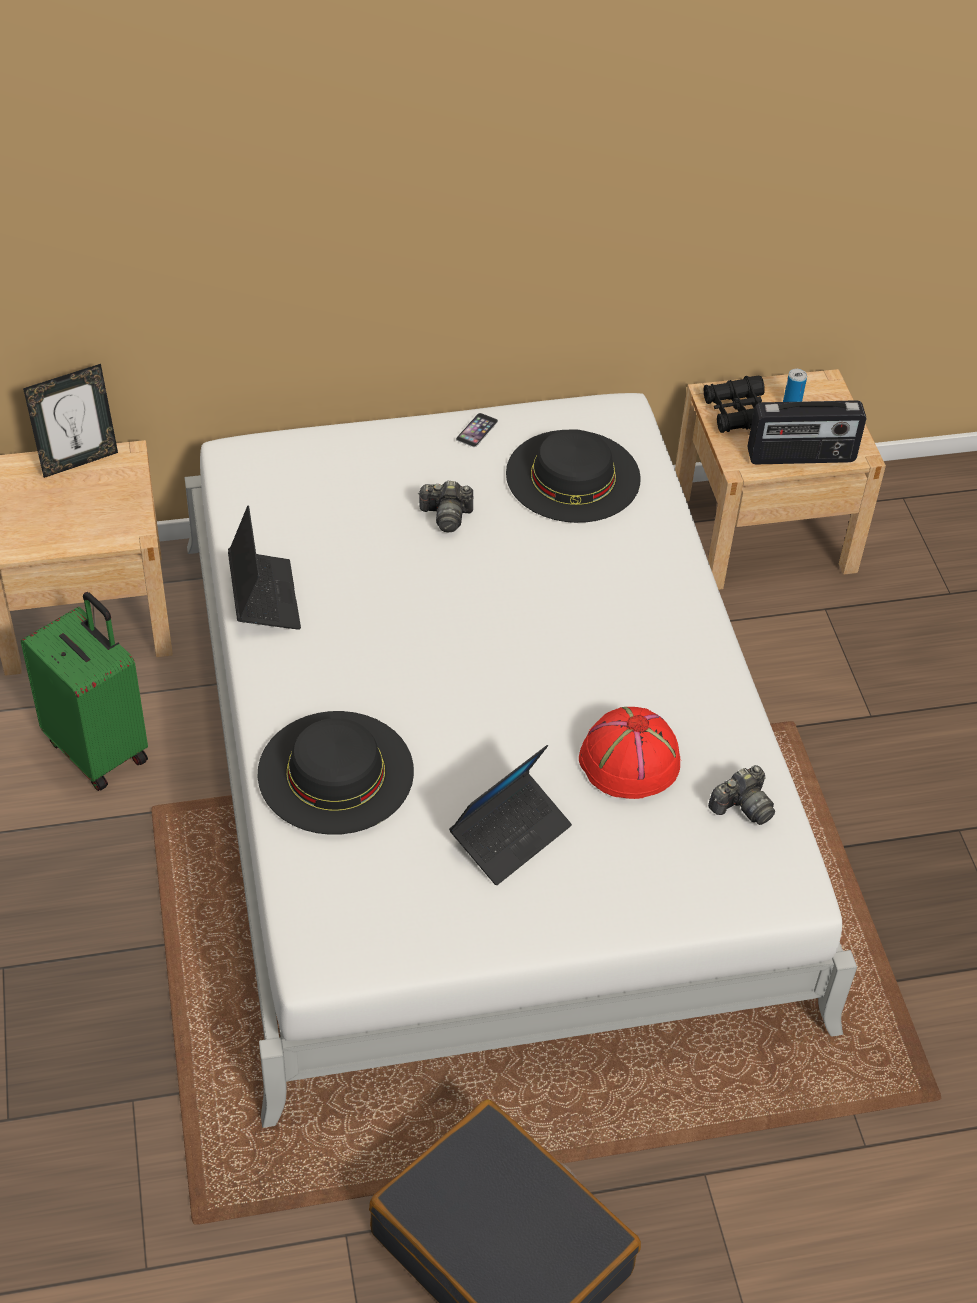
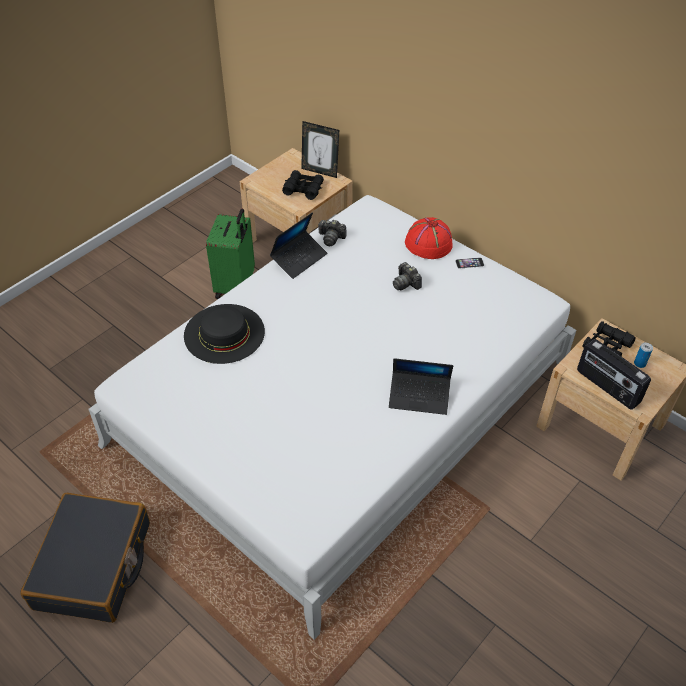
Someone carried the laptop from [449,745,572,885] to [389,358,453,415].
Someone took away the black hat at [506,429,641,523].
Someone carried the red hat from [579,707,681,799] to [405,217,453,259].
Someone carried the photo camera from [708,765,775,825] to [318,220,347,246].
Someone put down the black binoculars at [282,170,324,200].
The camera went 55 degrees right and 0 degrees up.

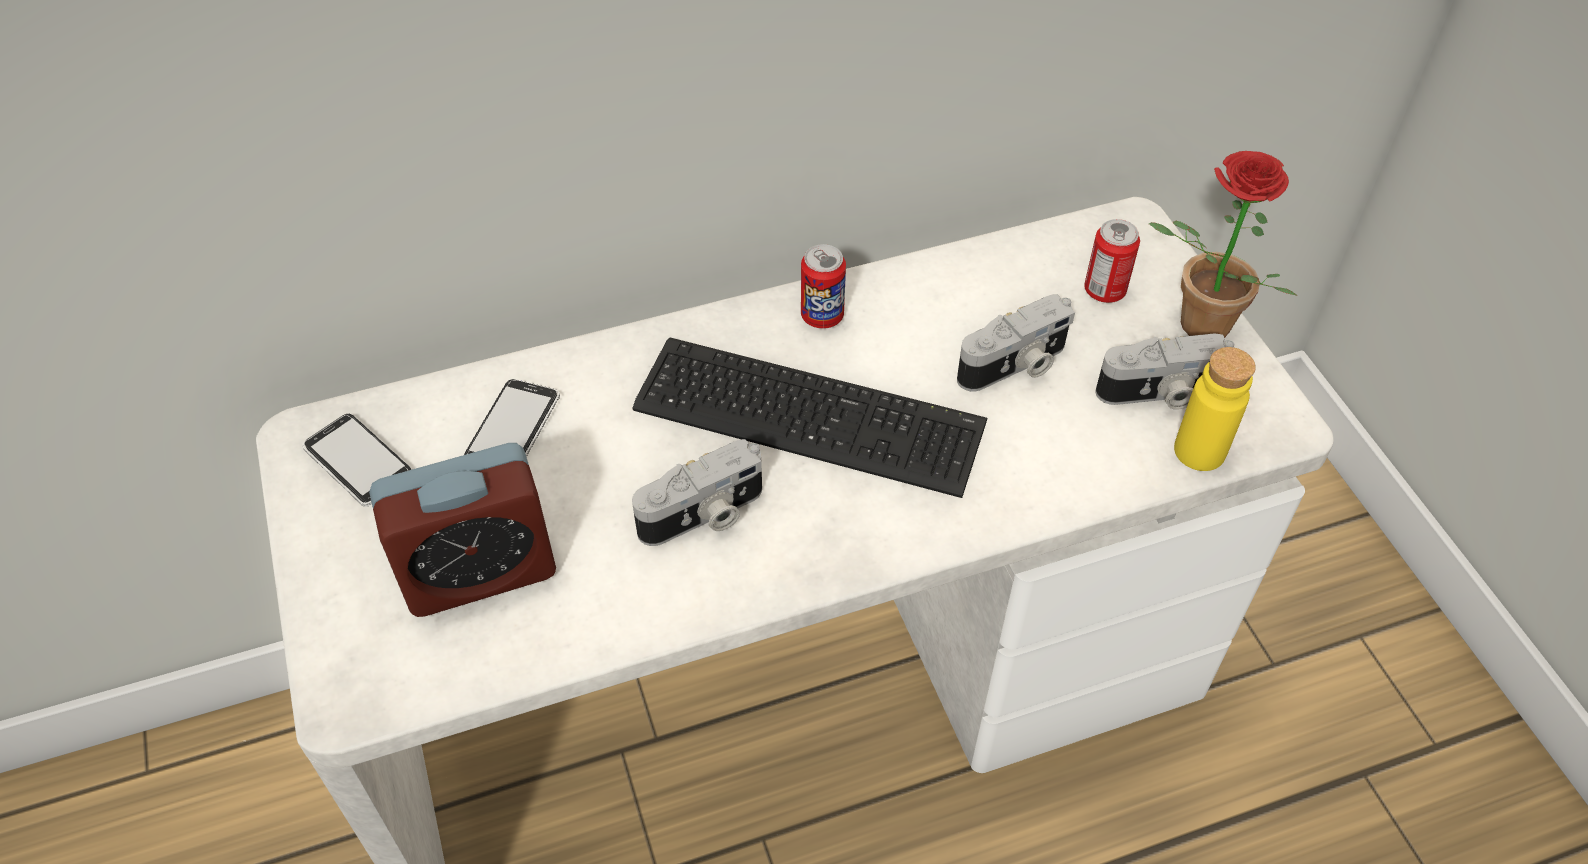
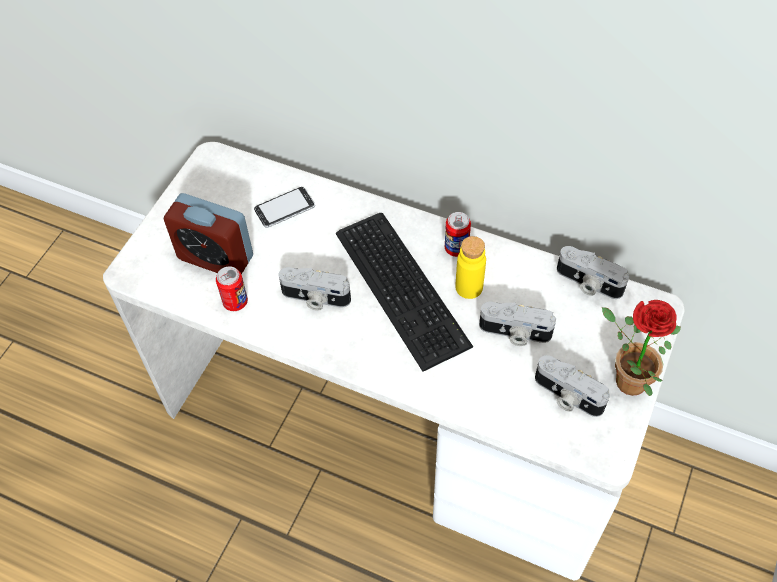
Someone took away the phone at [302,414,411,507].
Someone carried the can from [1084,219,1140,303] to [216,266,248,311].
Someone carried the yellow bottle from [1174,347,1256,471] to [455,236,486,299].
Someone put down the photo camera at [557,246,629,299].
The camera went 45 degrees right and 5 degrees up.

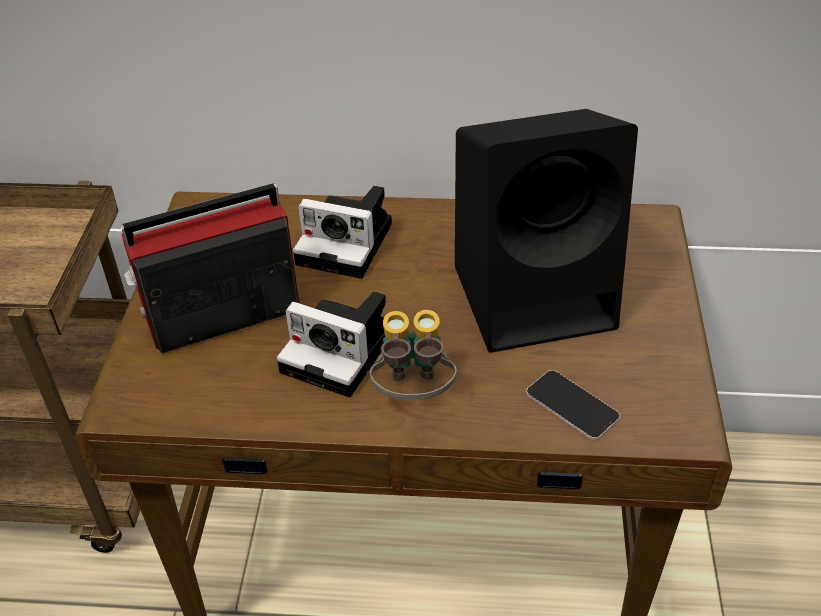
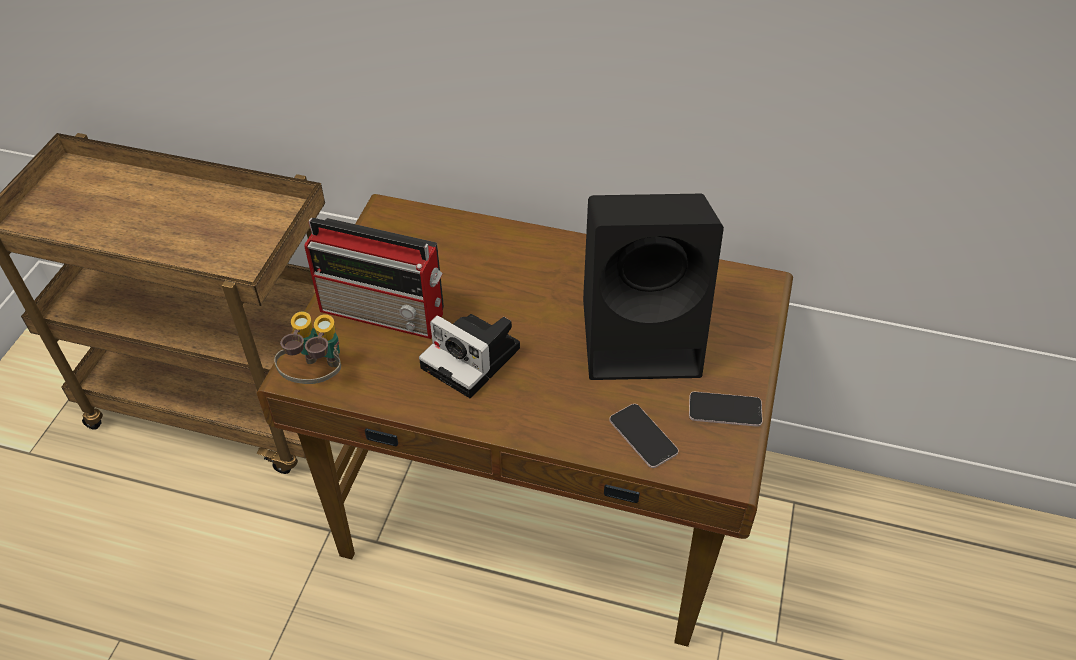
Someone rotated the radio at [120,183,299,354] by 150 degrees counterclockwise.
Someone took away the photo camera at [293,186,392,279].
Someone carried the binoculars from [370,310,457,401] to [274,311,341,384].
Someone put down the phone at [689,392,763,427].
The camera went 10 degrees right and 5 degrees up.

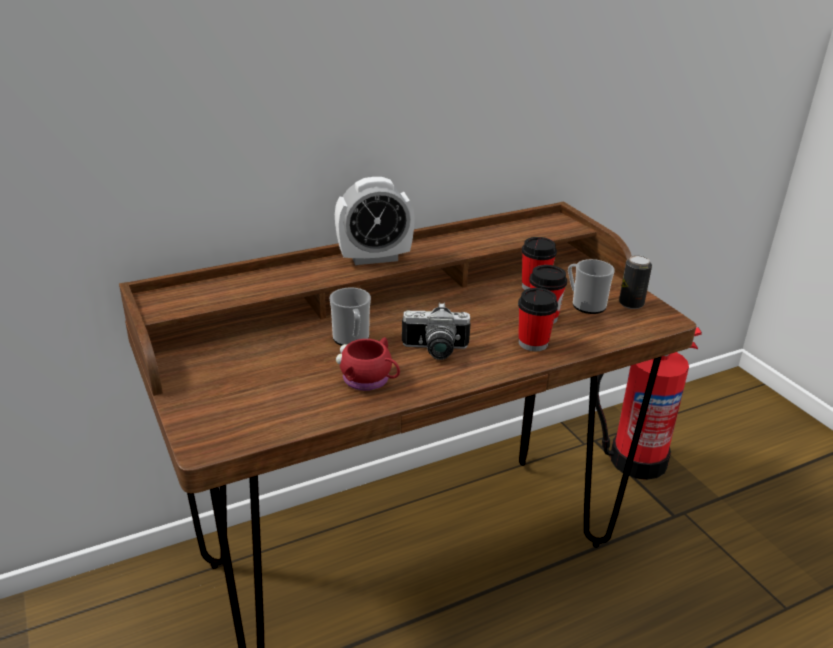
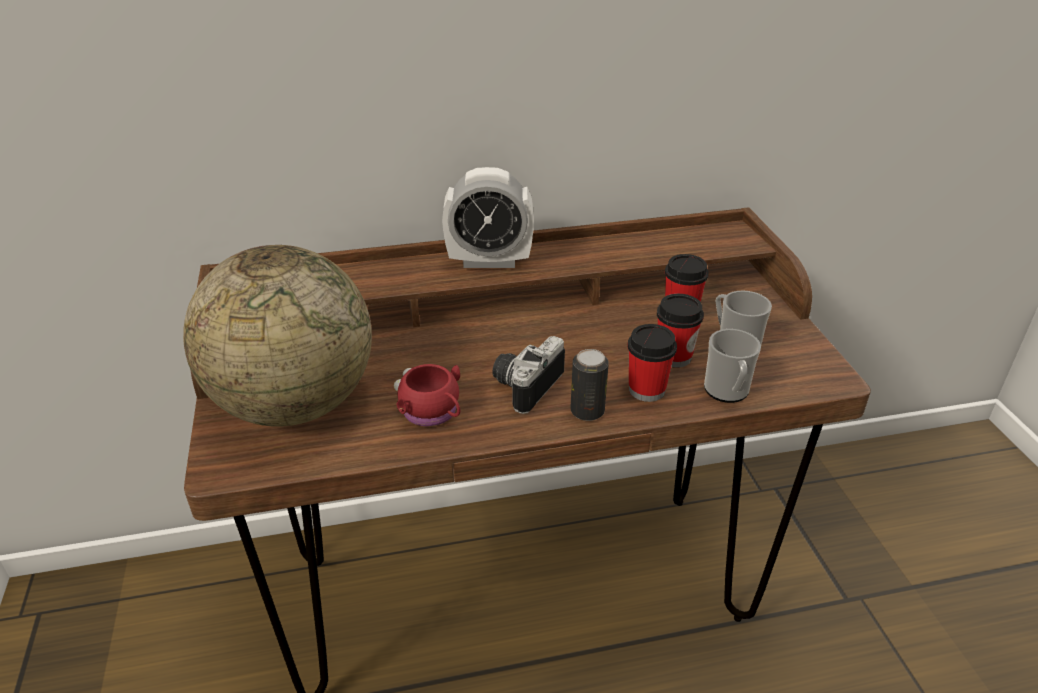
Someone carried the mug from [329,287,371,346] to [704,329,761,403].
Someone rotated the photo camera at [402,302,471,360] by 105 degrees clockwise.
Someone took away the fire extinguisher at [595,327,702,480].
Someone carried the can from [619,255,652,309] to [570,349,609,421].
Someone put down the globe at [183,245,372,427].
The camera went 15 degrees right and 5 degrees up.

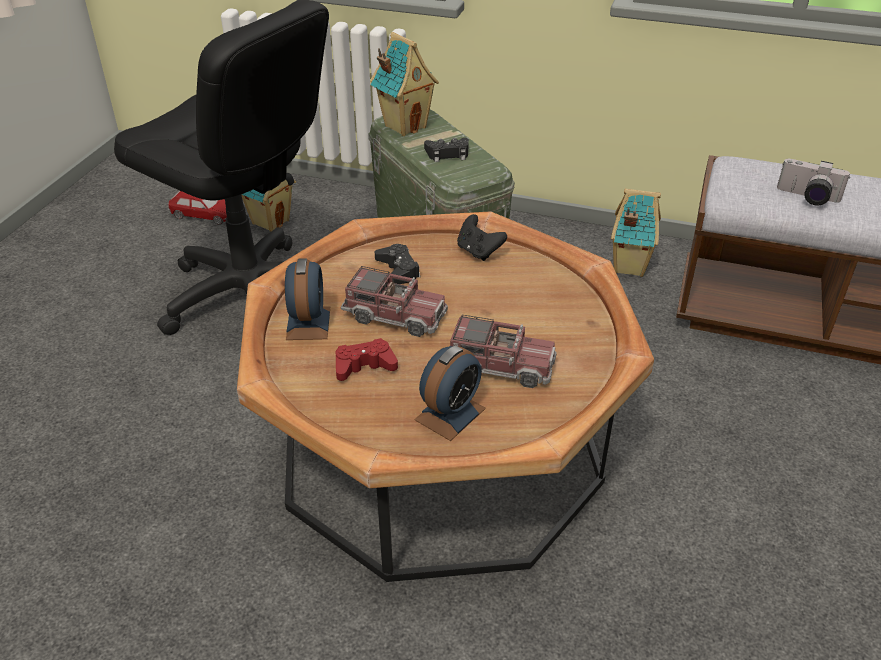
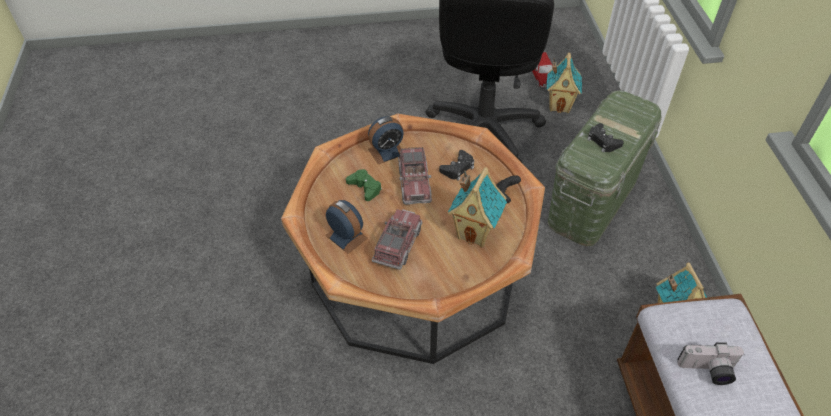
Someone repainted the red game controller at [335,338,398,381], which became the green game controller at [346,169,382,201].
Someone carried the toy house from [370,32,439,136] to [448,167,507,247].
Someone rotated the alarm clock at [414,345,486,441] by 150 degrees counterclockwise.
Someone rotated the toy truck at [450,315,557,388] by 150 degrees counterclockwise.
Someone rotated the photo camera at [777,159,850,206] by 90 degrees counterclockwise.
The camera went 65 degrees right and 10 degrees up.

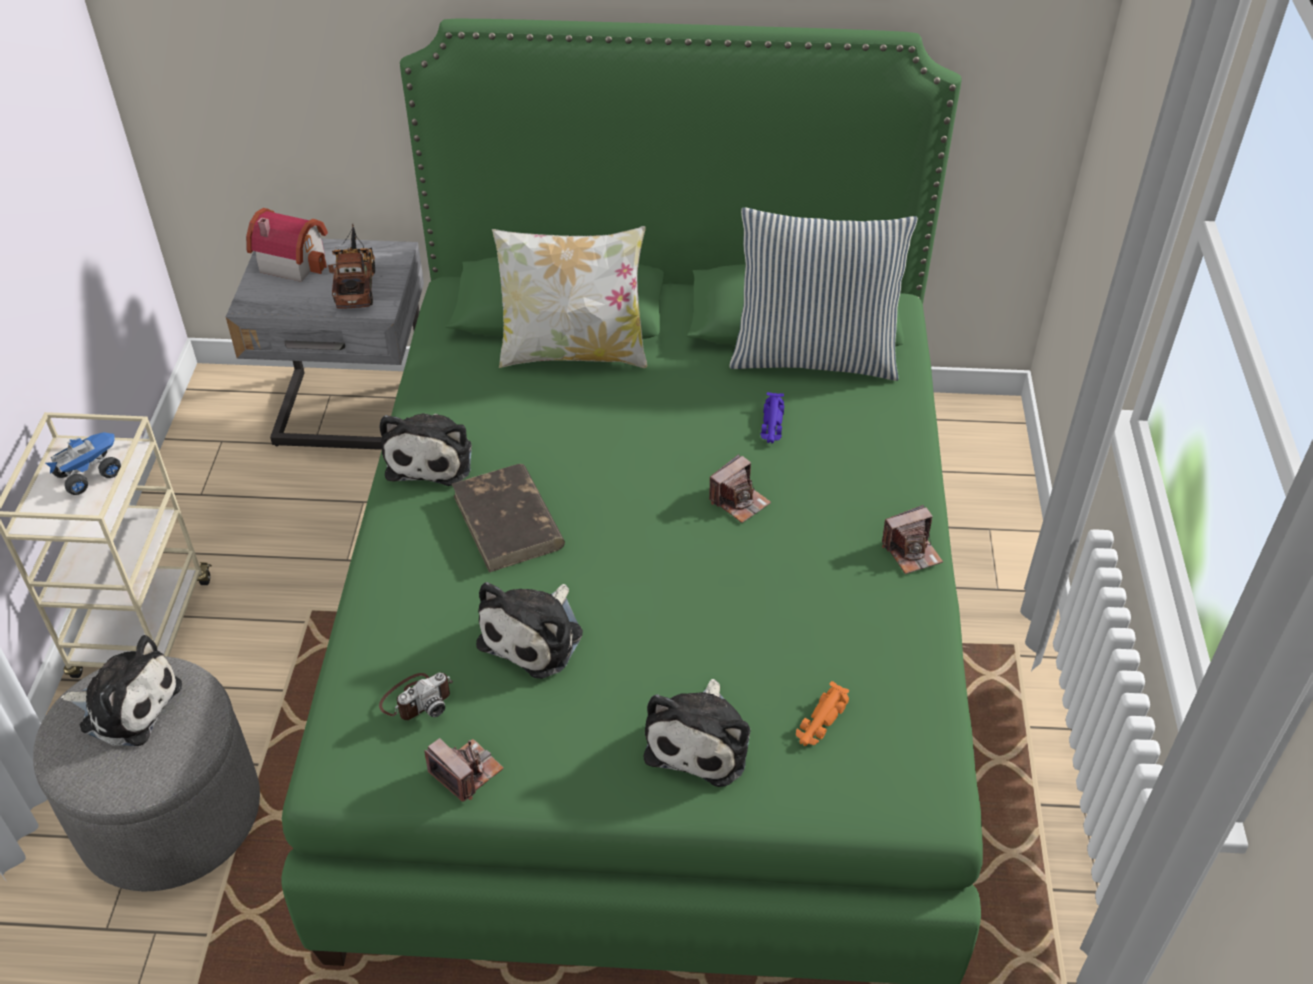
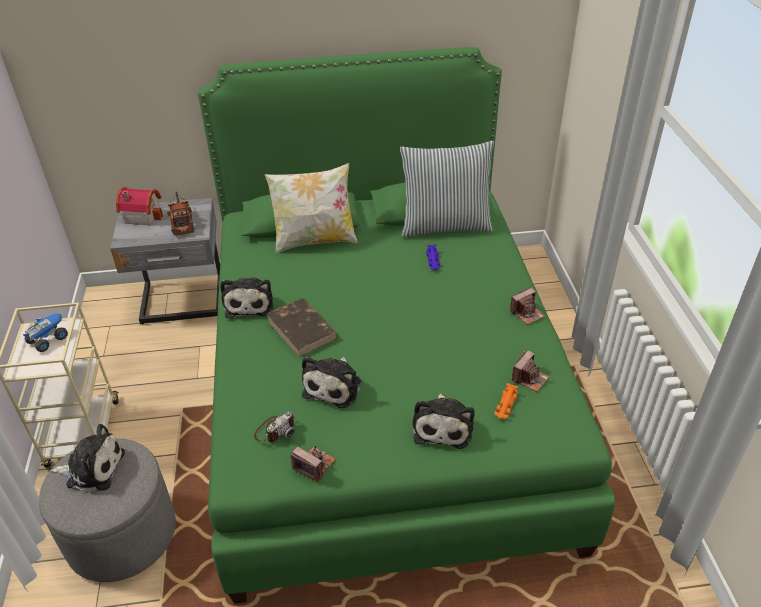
Someone carried the photo camera from [709,454,771,523] to [512,350,550,392].
The camera went 10 degrees left and 5 degrees down.

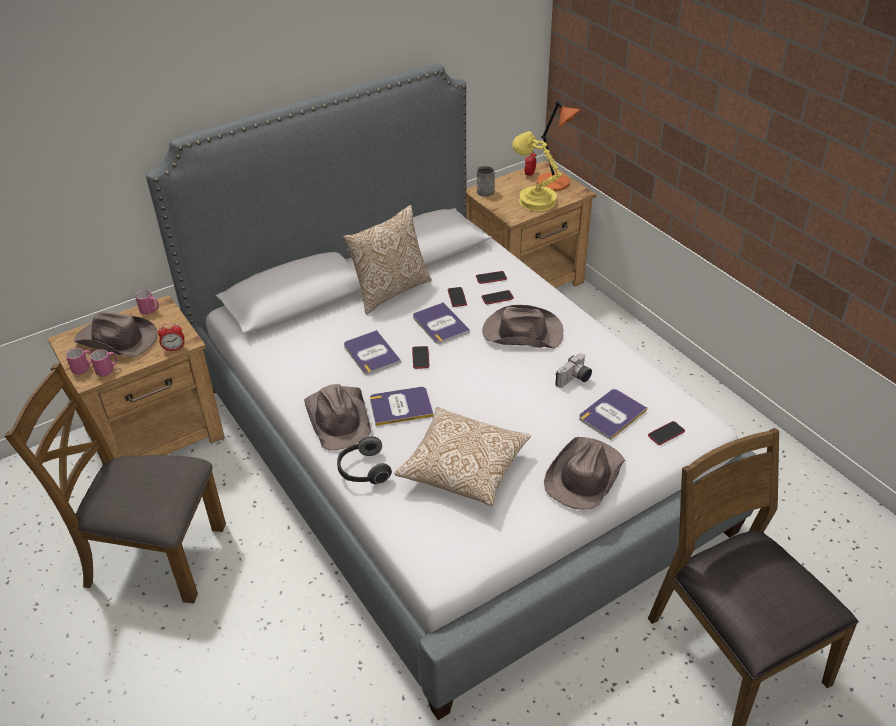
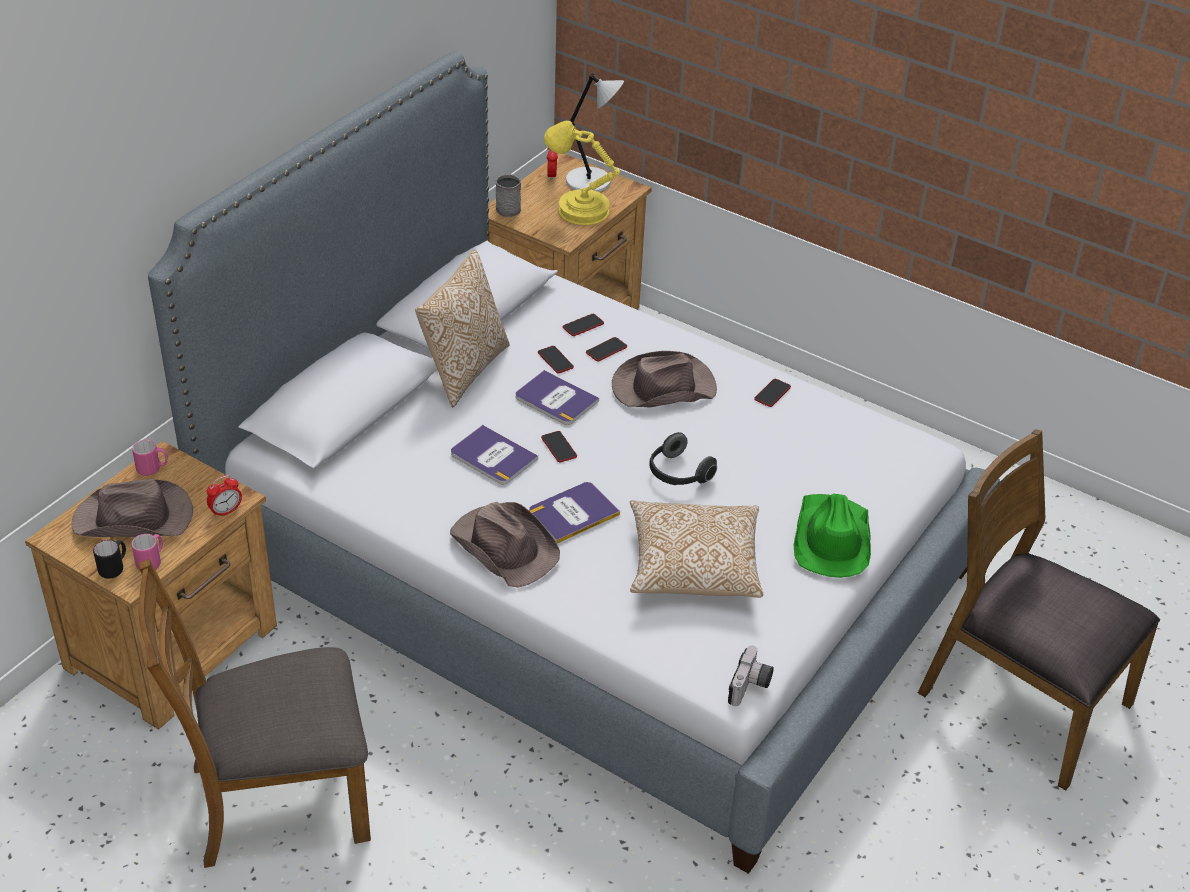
Someone repainted the pink mug at [66,348,92,375], which became the black mug at [93,540,126,579].
Someone carried the headphones from [337,436,392,484] to [649,432,717,485].
Someone repainted the orange table lamp at [537,100,581,191], which became the grey table lamp at [566,72,624,192].
Someone repainted the brown hat at [544,437,626,510], which became the green hat at [794,493,871,578].
Someone carried the photo camera from [555,353,592,388] to [728,645,774,706].
Someone took away the book at [579,389,647,440].
Someone carried the phone from [648,421,685,445] to [754,379,791,407].
The camera went 25 degrees left and 0 degrees up.

